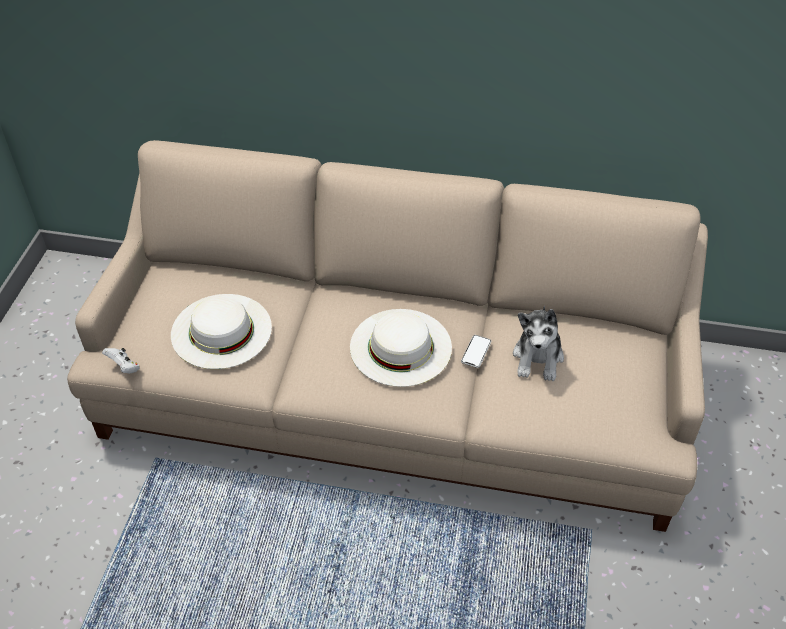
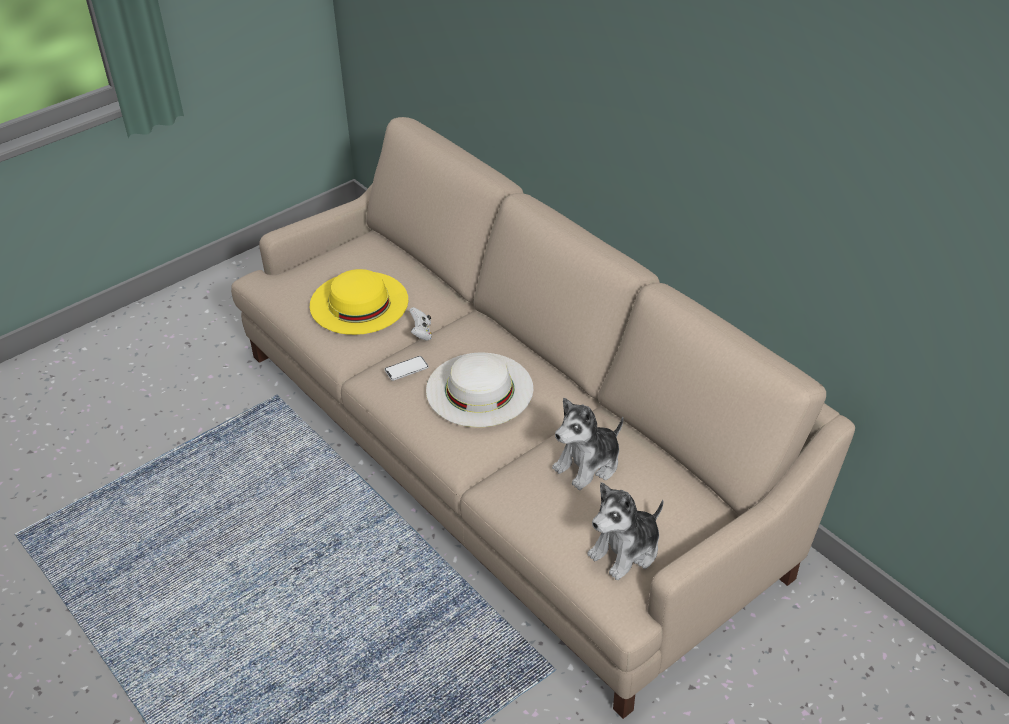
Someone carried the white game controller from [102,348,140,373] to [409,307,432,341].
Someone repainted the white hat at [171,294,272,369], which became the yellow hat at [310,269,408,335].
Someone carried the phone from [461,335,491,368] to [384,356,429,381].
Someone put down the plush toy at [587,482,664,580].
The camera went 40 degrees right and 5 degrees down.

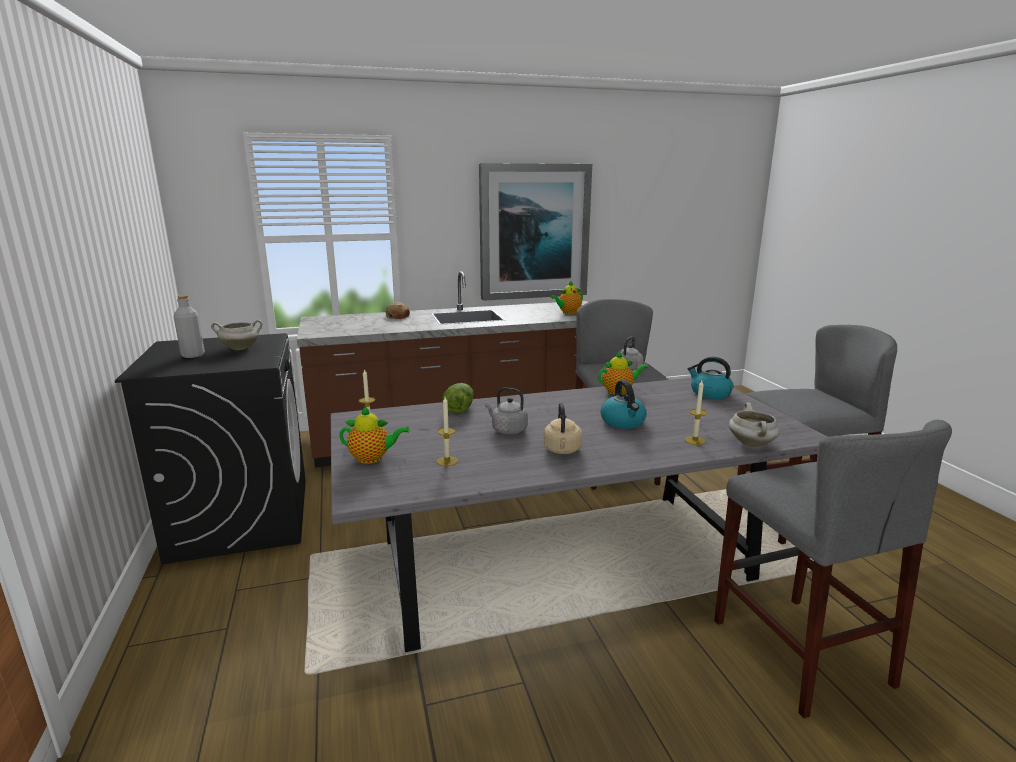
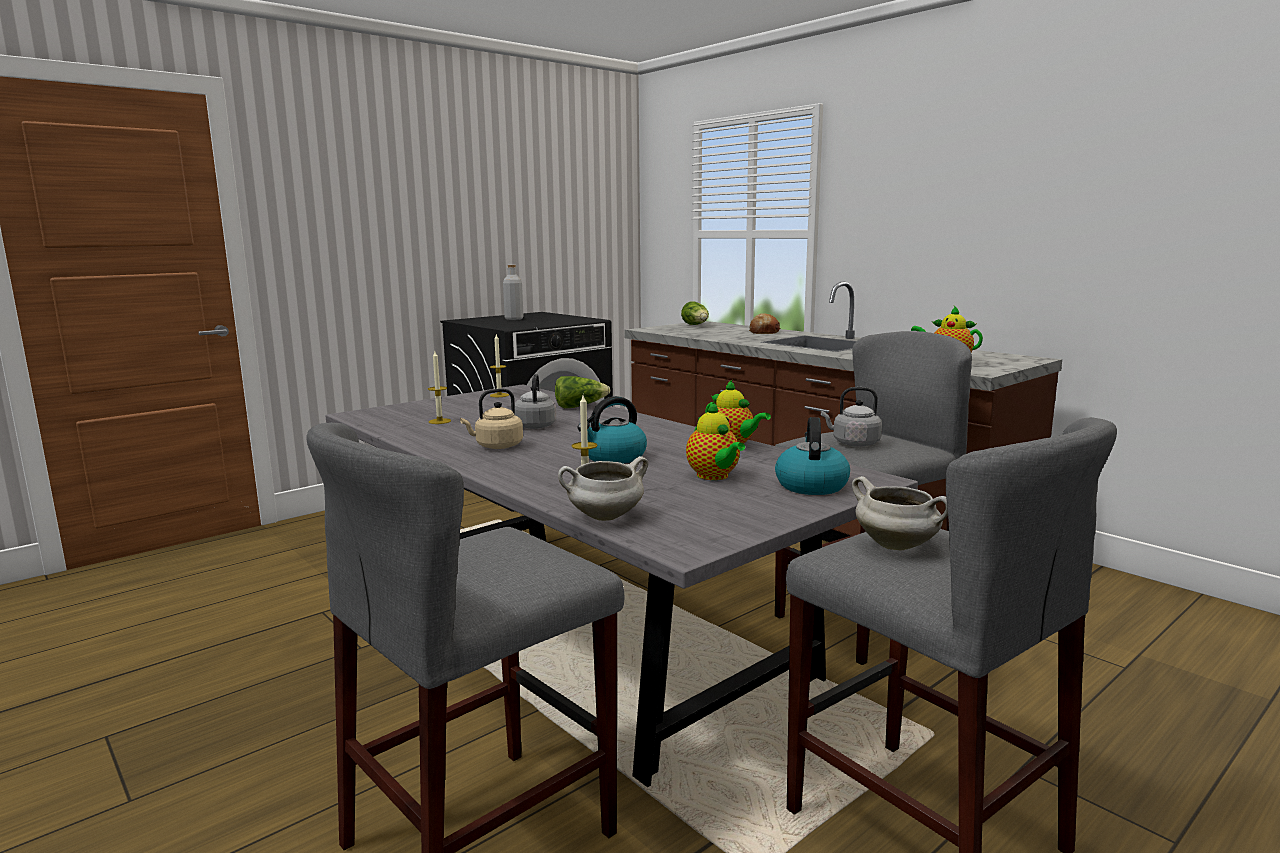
Someone carried the white cooking pot from [211,320,262,350] to [852,476,948,550].
Someone carried the teapot from [339,406,409,464] to [686,402,745,480].
Someone took away the picture at [479,163,592,301].
Someone put down the lettuce at [681,301,709,325].
The camera went 65 degrees right and 5 degrees down.

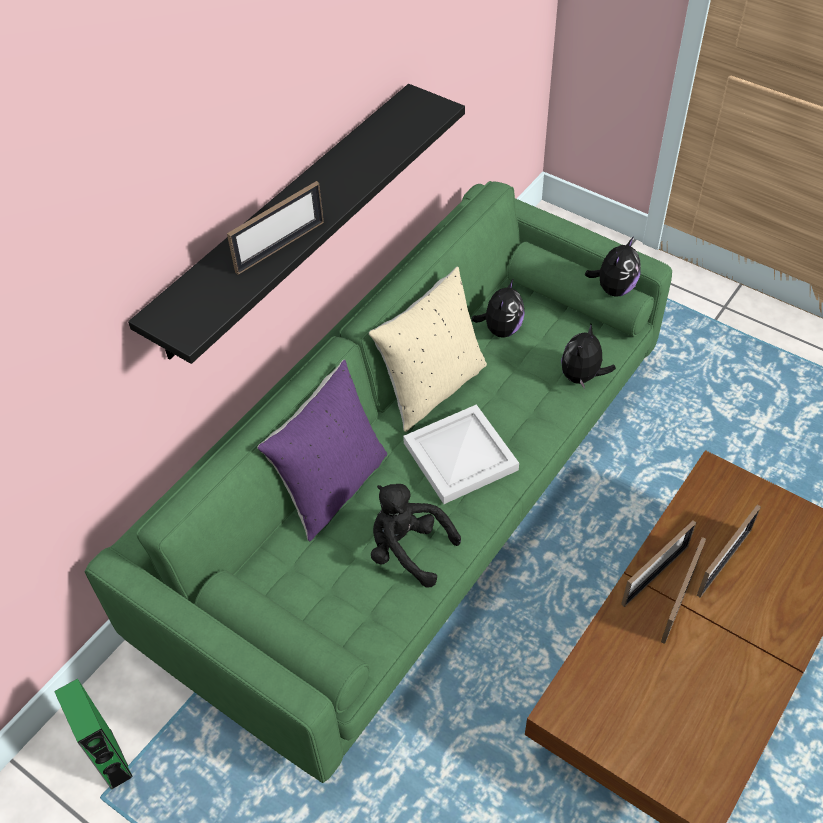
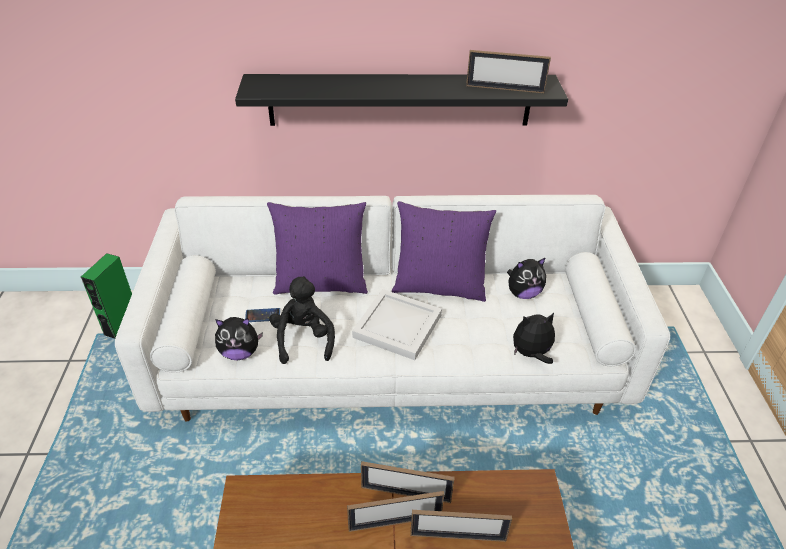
Someone repainted the green sofa at [84,181,672,783], which became the white sofa at [115,195,670,422].
Someone carried the picture frame from [227,181,324,275] to [466,50,551,93].
Someone repainted the beige pillow at [369,267,487,432], which became the purple pillow at [392,201,496,302].
Someone carried the plush toy from [585,236,641,297] to [215,317,263,360].
Someone put down the phone at [245,308,280,322].
The camera went 50 degrees right and 10 degrees down.

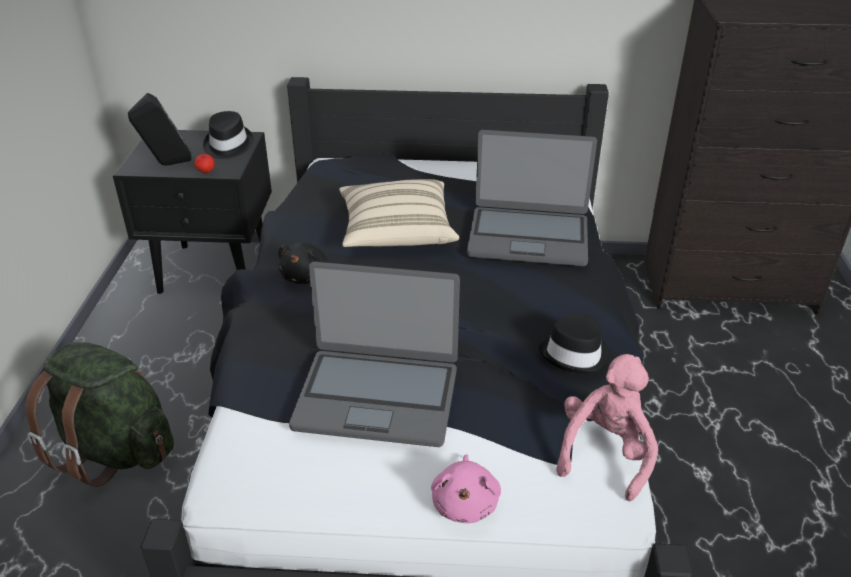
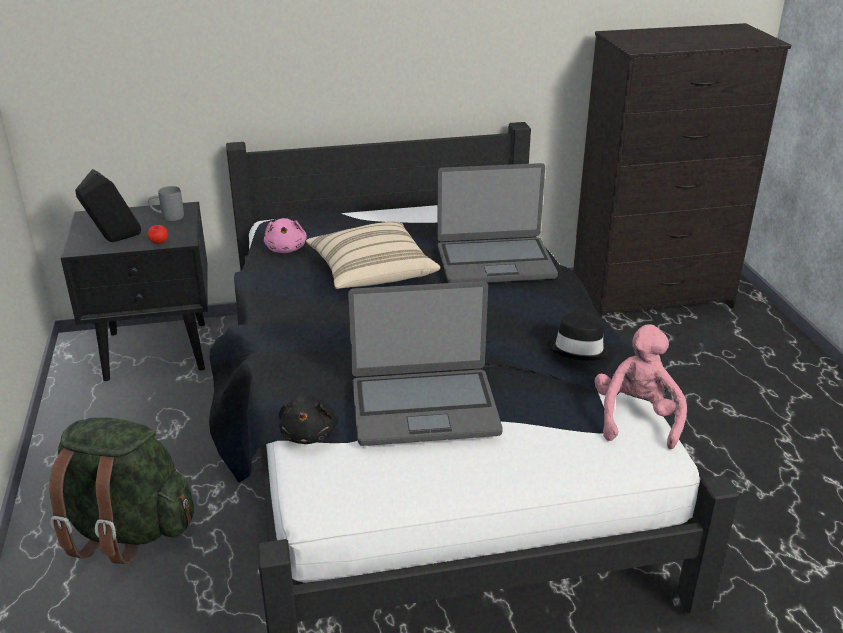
Someone swapped the black hat at [203,111,253,159] for the grey mug at [148,186,184,221].
Someone carried the black plush toy from [278,242,330,284] to [279,394,338,444].
Someone carried the pink plush toy from [431,454,501,523] to [264,218,307,253].
The camera went 15 degrees left and 5 degrees down.

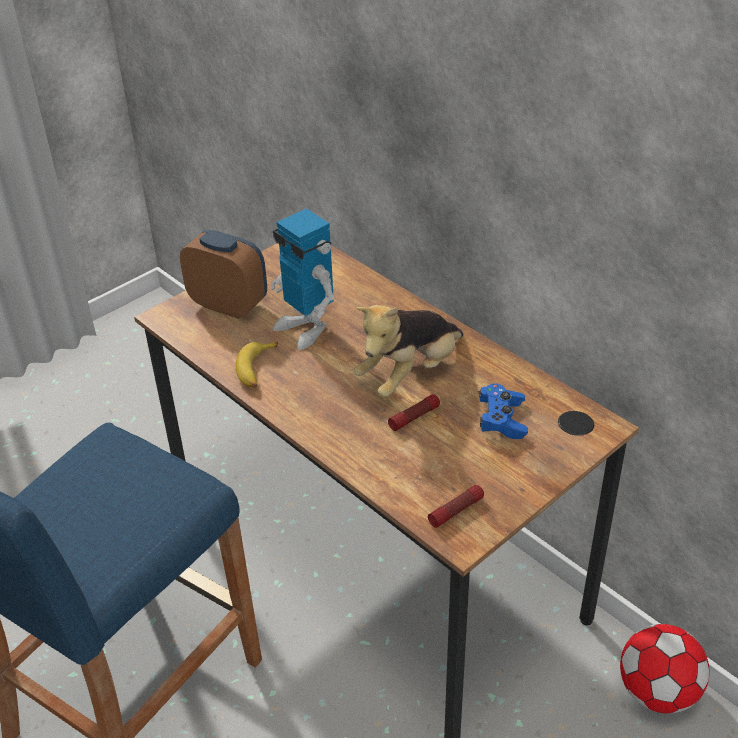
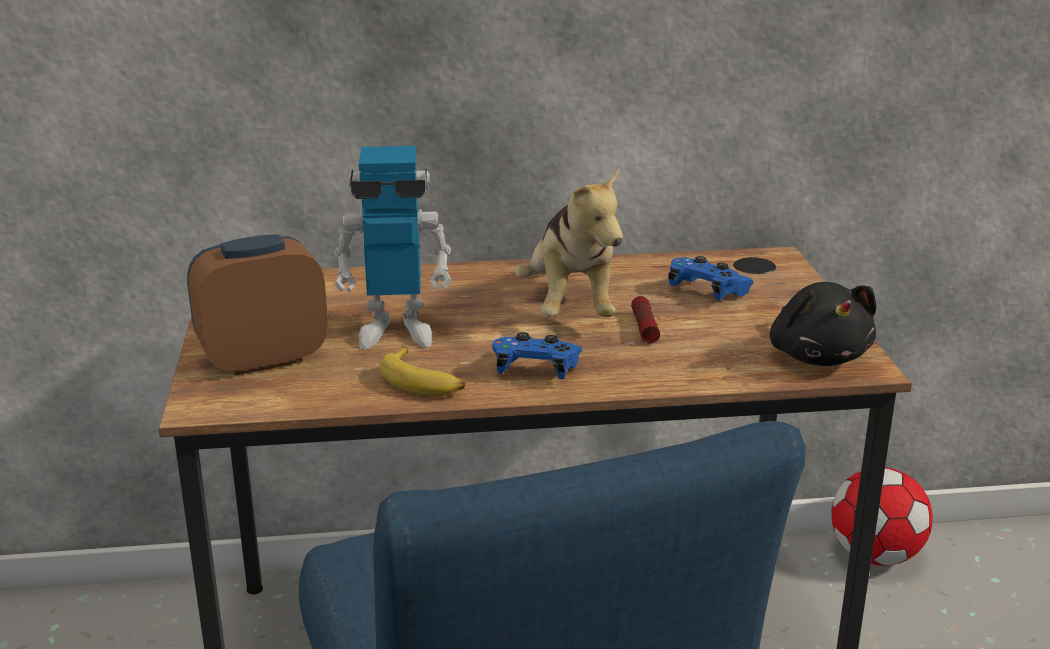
Someone swapped the flashlight at [428,485,484,528] for the black plush toy at [770,282,876,366].
Someone put down the blue game controller at [492,332,582,379].
The camera went 55 degrees left and 15 degrees down.

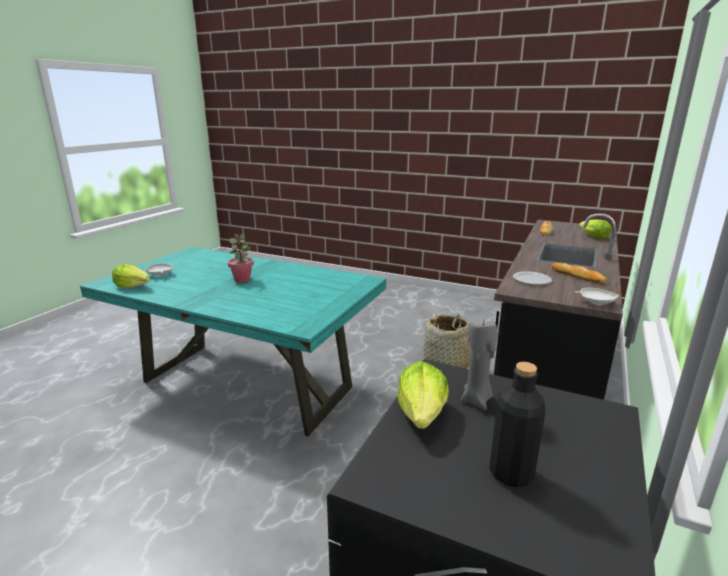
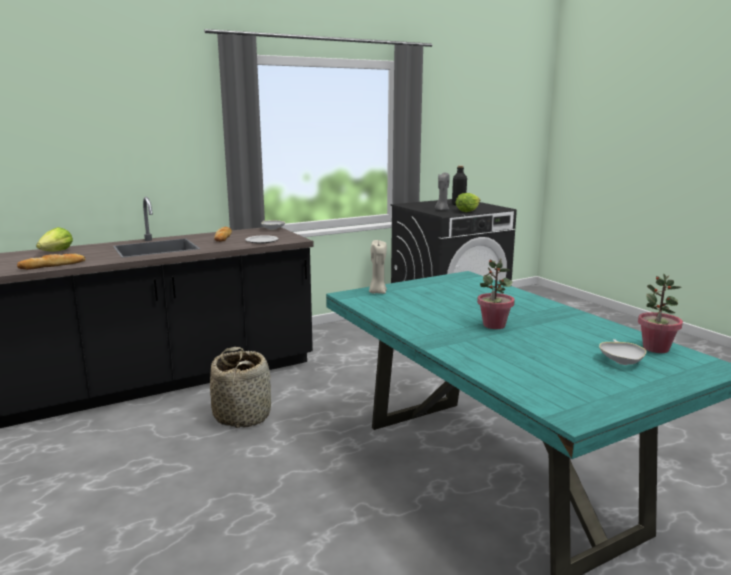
Someone swapped the lettuce at [112,264,150,288] for the potted plant at [638,273,683,353].
Someone put down the beige candle at [369,240,387,294].
The camera went 145 degrees left and 5 degrees down.

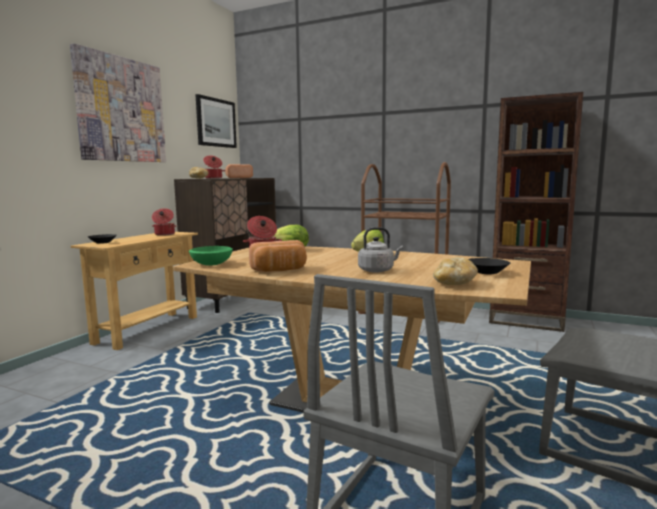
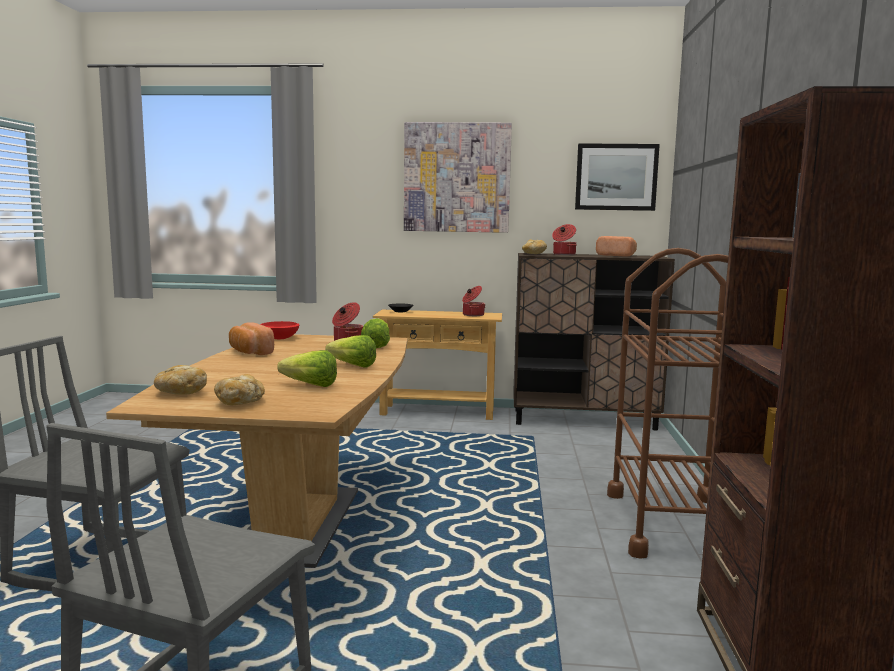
Someone repainted the green bowl at [189,246,233,266], which became the red bowl at [260,321,299,339].
Someone took away the grey kettle at [358,227,404,273].
Someone swapped the black bowl at [468,258,510,274] for the bread at [214,374,265,405].
Someone put down the lettuce at [277,350,337,387].
The camera went 70 degrees right and 0 degrees up.

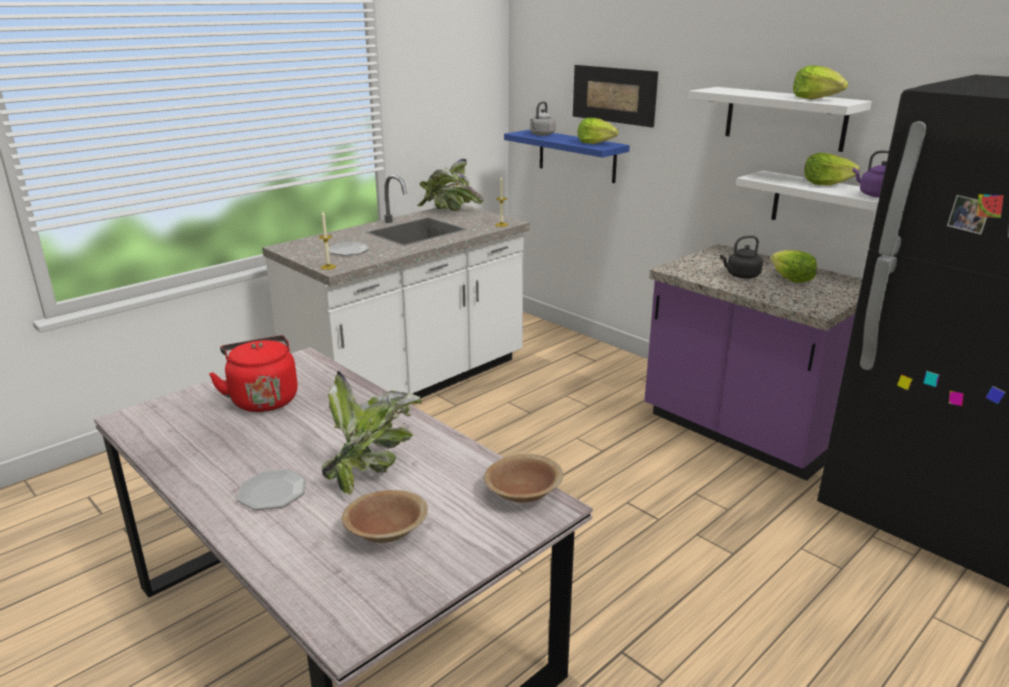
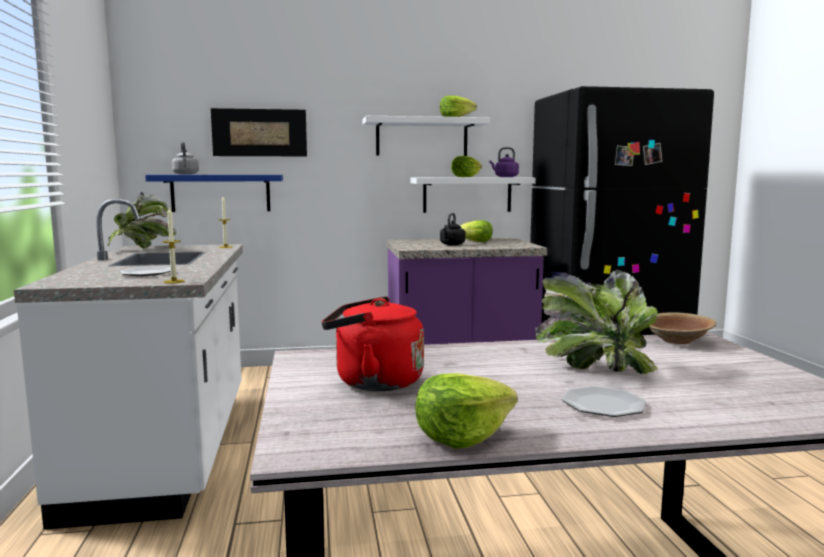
Someone took away the brown bowl at [342,490,428,543].
Someone carried the lettuce from [577,118,619,144] to [415,373,518,449].
The camera went 55 degrees left and 15 degrees down.

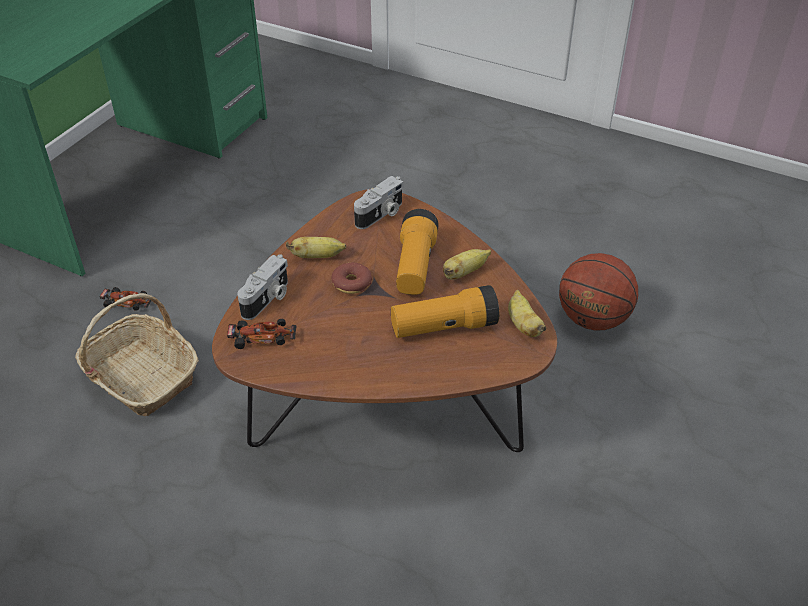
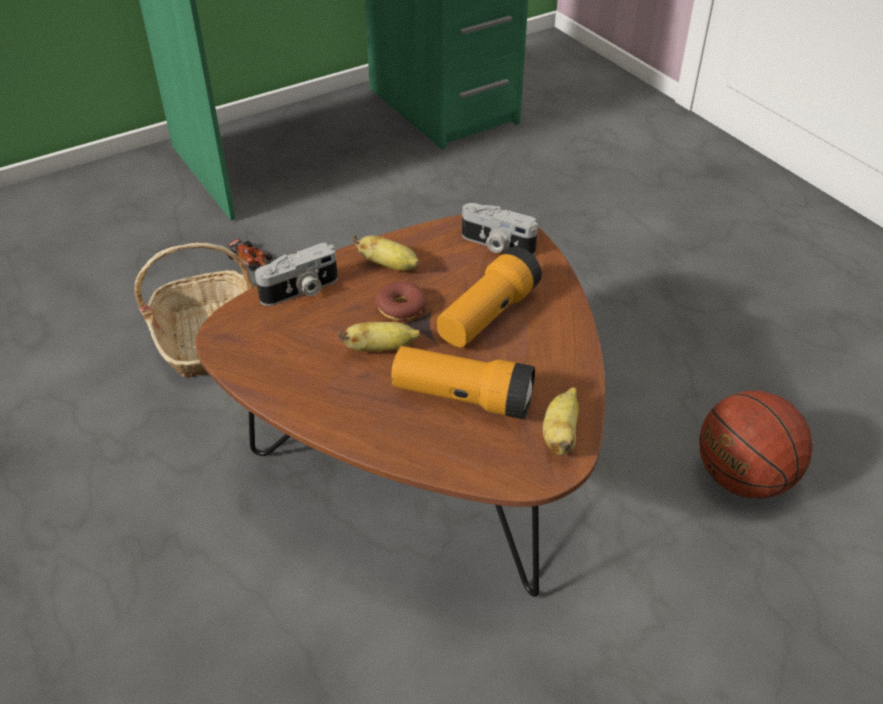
Someone took away the toy car at [227,319,297,349].
Someone rotated the photo camera at [354,176,403,229] by 45 degrees clockwise.
Someone carried the banana from [443,249,491,279] to [338,322,421,352].
The camera went 30 degrees right and 0 degrees up.

